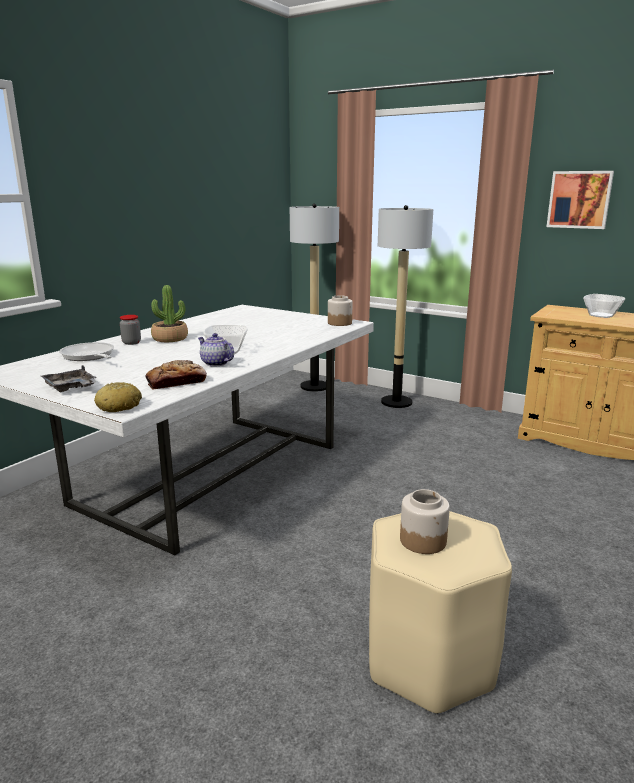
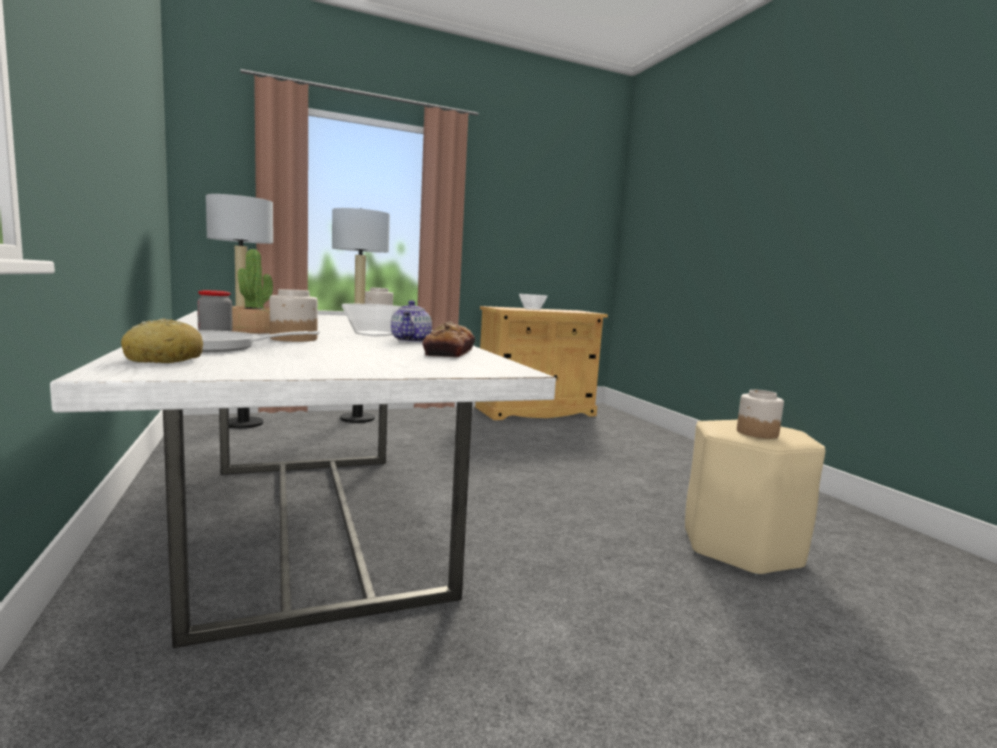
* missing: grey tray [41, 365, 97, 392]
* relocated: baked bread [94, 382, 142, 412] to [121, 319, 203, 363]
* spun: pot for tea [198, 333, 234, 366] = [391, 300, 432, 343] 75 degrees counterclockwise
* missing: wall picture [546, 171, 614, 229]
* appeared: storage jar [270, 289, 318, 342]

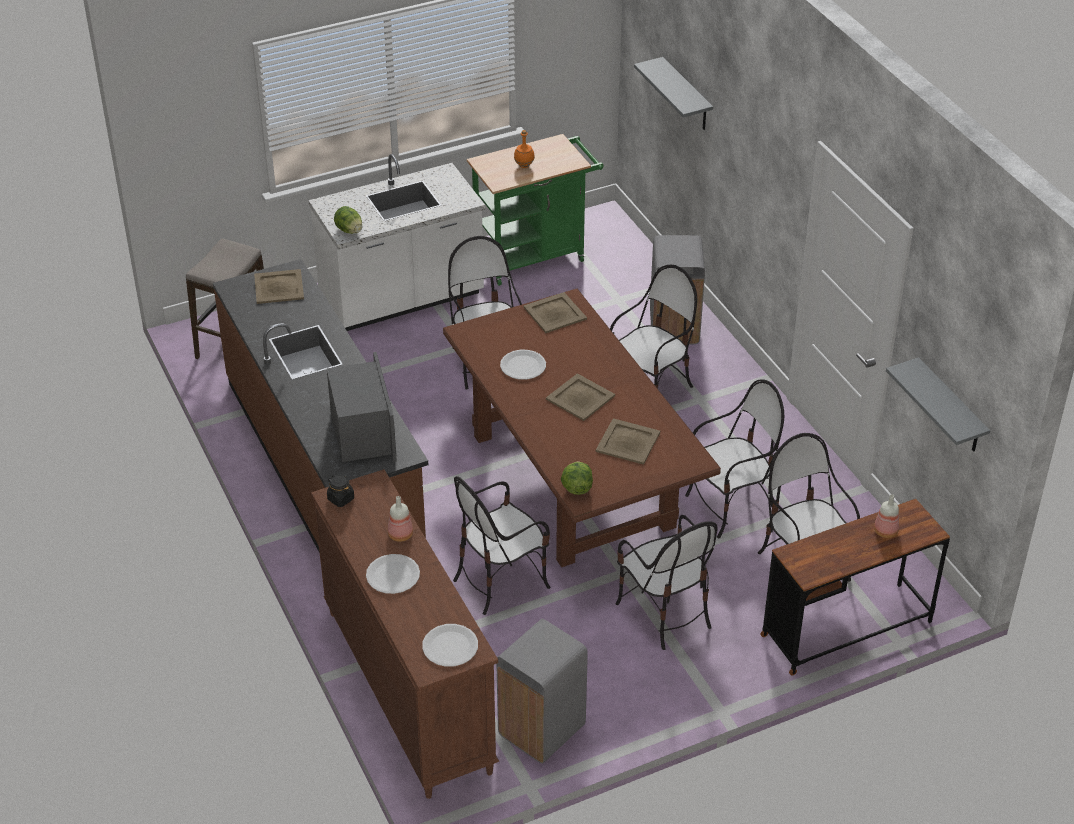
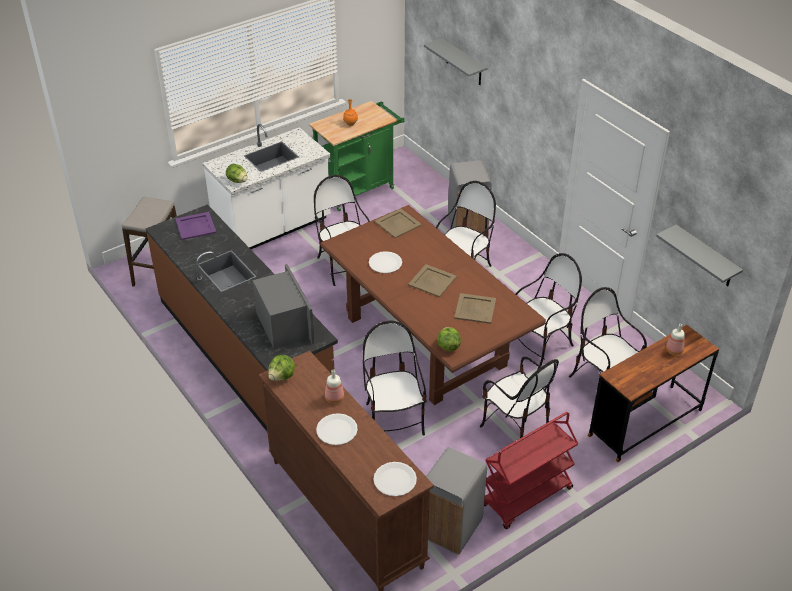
* colour: sand-coloured tray [254, 269, 304, 304] to purple tray [175, 212, 216, 240]
* exchanged: black-coloured storage jar [327, 475, 354, 507] to lettuce [268, 355, 295, 381]
* spun: plain chair [453, 476, 550, 615] = [363, 321, 427, 436] 120 degrees clockwise
* appeared: reddish trolley [484, 412, 578, 529]

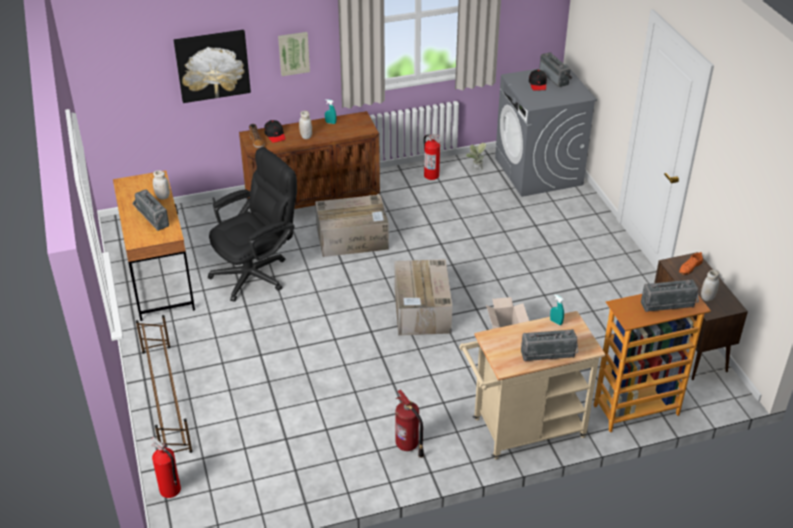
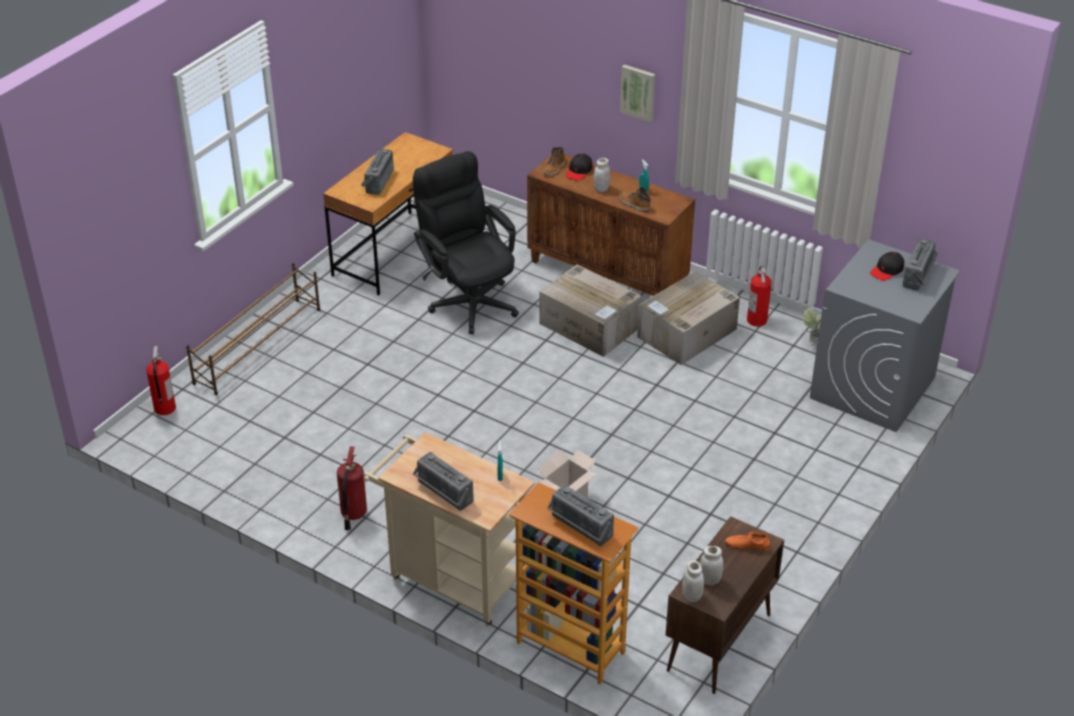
* relocated: whitish storage jar [153, 170, 170, 200] to [682, 560, 704, 602]
* missing: wall picture [174, 30, 251, 103]
* spun: black-coloured office chair [208, 147, 297, 302] = [413, 151, 519, 334] 135 degrees counterclockwise
* relocated: cardboard box [394, 259, 453, 336] to [637, 271, 740, 365]
* appeared: tall boot [619, 187, 651, 212]

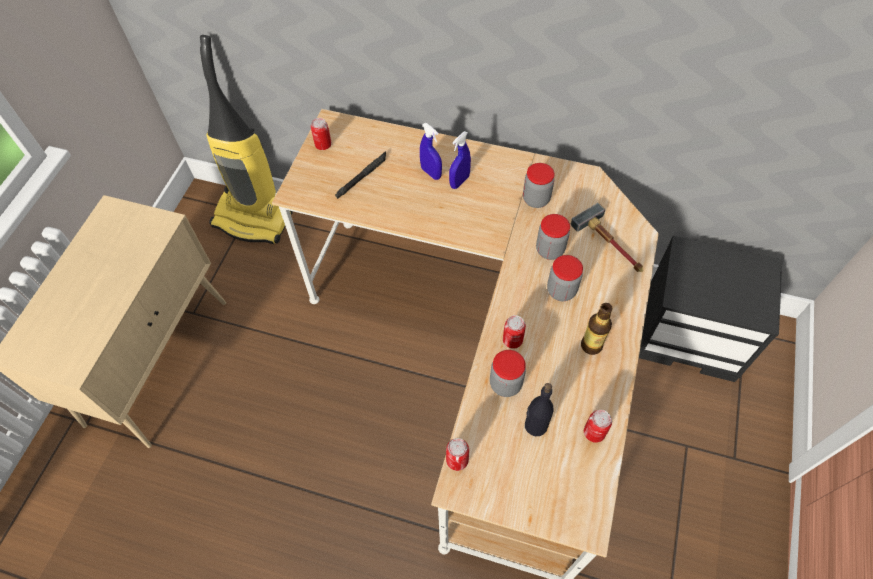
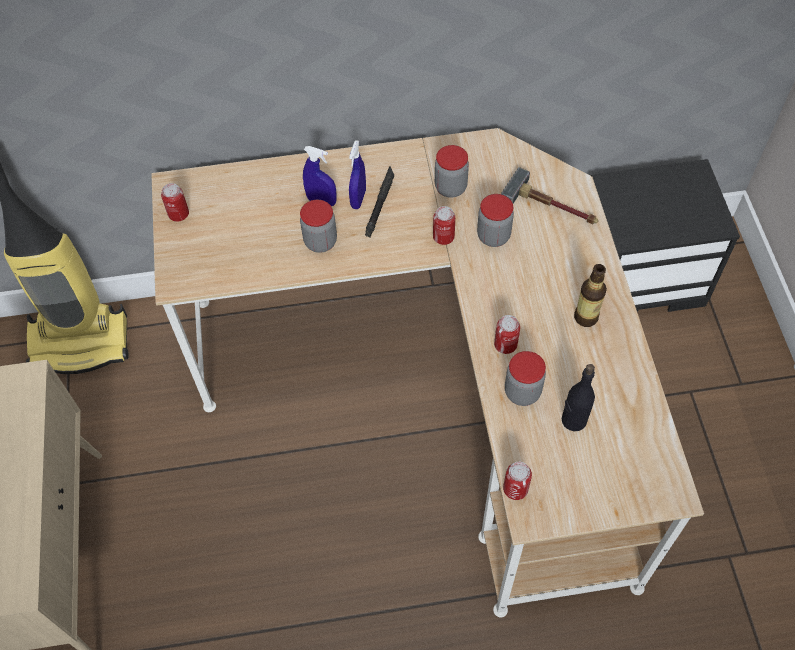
* relocated: black-coloured flashlight [335, 151, 386, 199] to [365, 166, 394, 238]
* relocated: storage jar [547, 255, 583, 301] to [300, 200, 337, 253]
* relocated: sealed can [584, 410, 612, 443] to [433, 206, 455, 245]

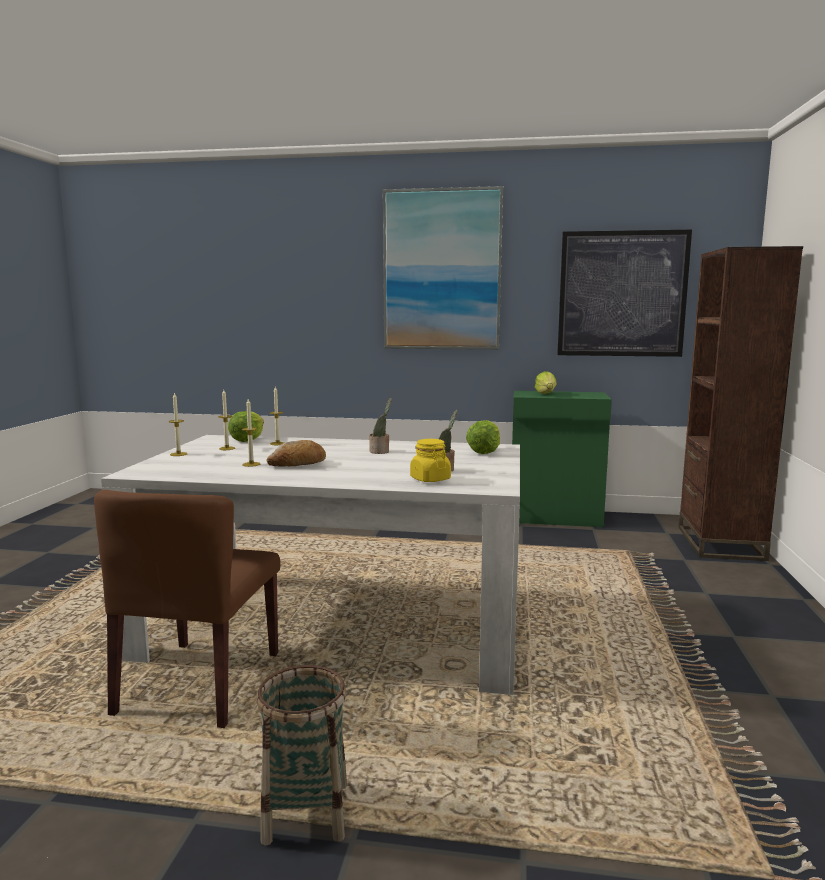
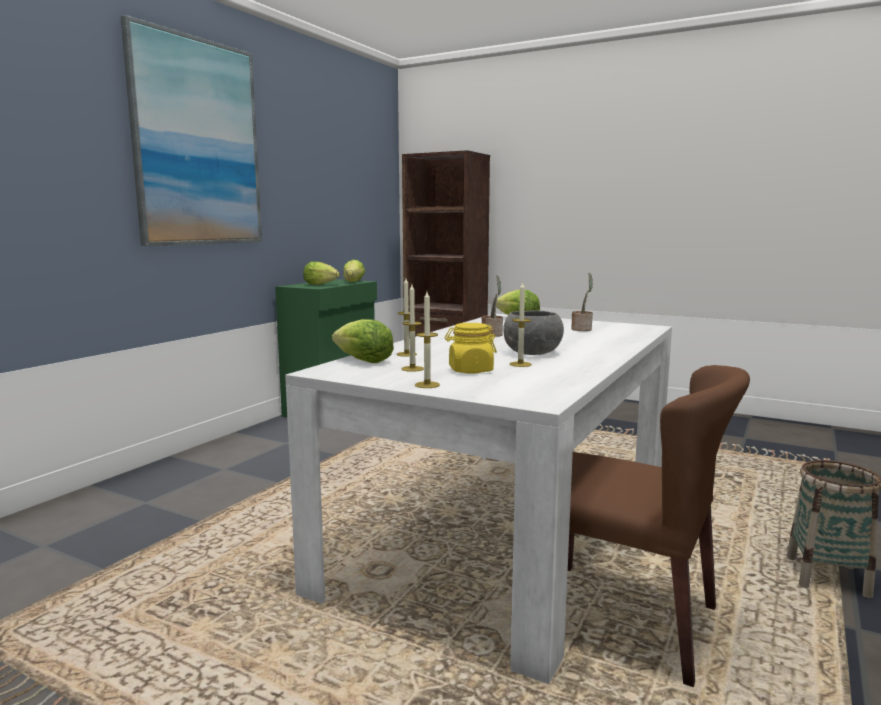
* exchanged: baked bread [267, 440, 326, 467] to grey bowl [503, 310, 564, 355]
* relocated: yellow-coloured storage jar [410, 439, 451, 482] to [445, 323, 497, 373]
* missing: wall picture [557, 230, 692, 357]
* appeared: lettuce [343, 260, 365, 282]

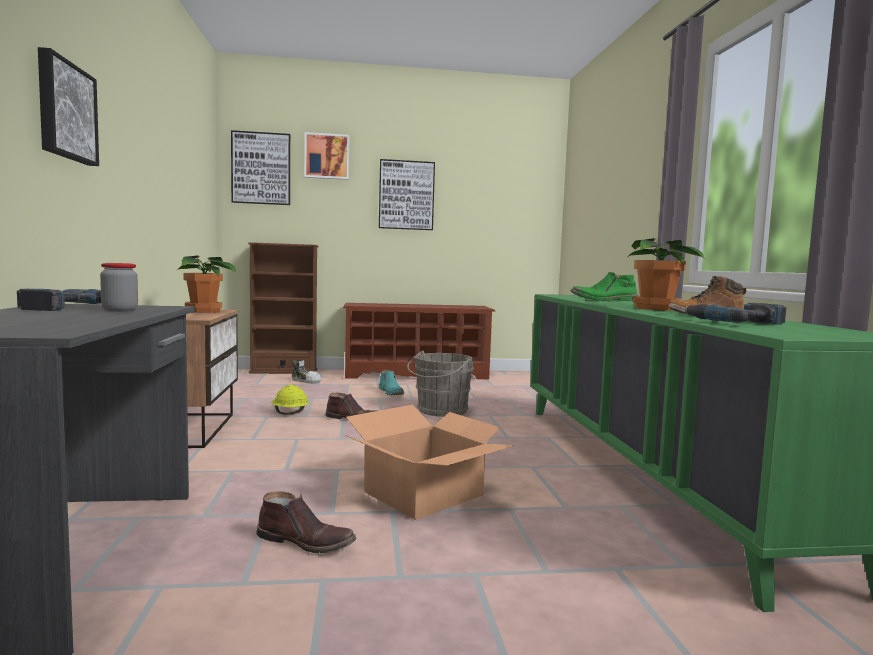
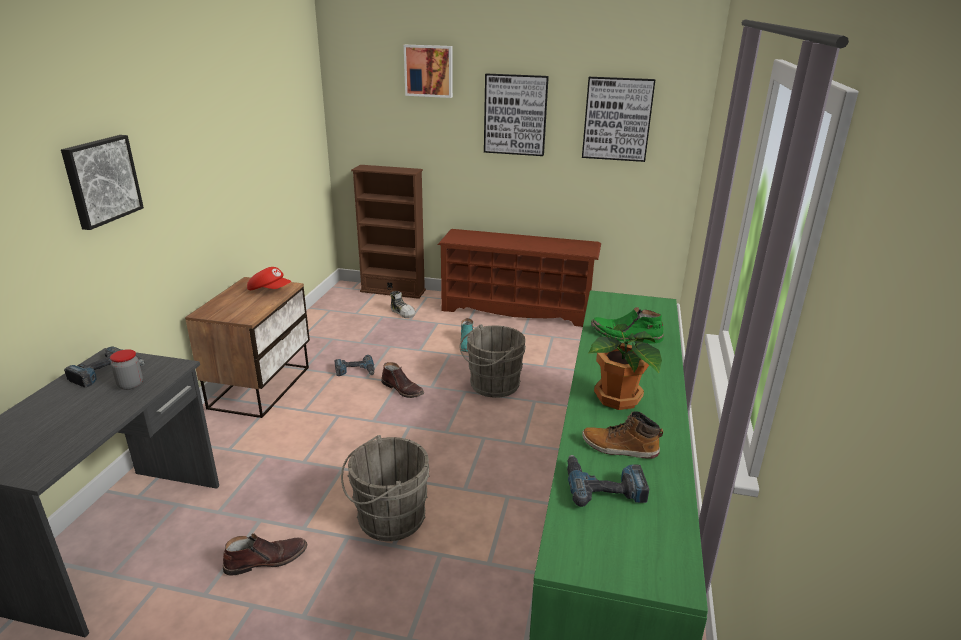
* exchanged: potted plant [177, 255, 236, 313] to reddish baseball cap [247, 267, 291, 290]
* relocated: wall picture [231, 130, 290, 205] to [582, 77, 655, 162]
* spun: brown tall boot [256, 491, 356, 553] = [223, 533, 307, 575] 60 degrees counterclockwise
* exchanged: yellow-coloured safety helmet [271, 385, 309, 415] to electric drill [334, 355, 374, 376]
* exchanged: cardboard box [345, 405, 515, 520] to grey bucket [341, 435, 429, 541]

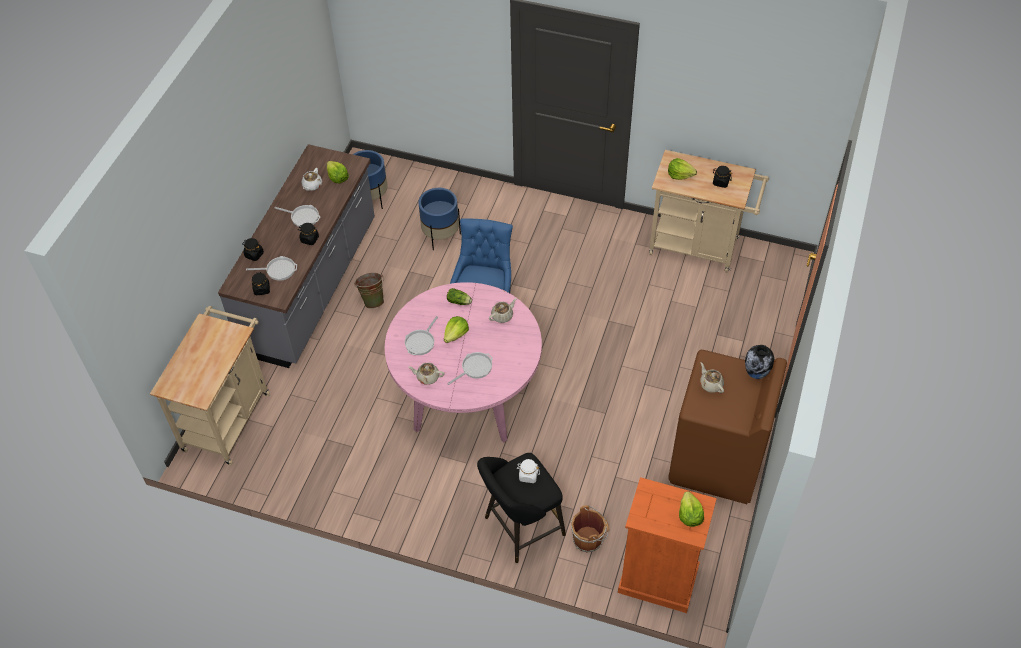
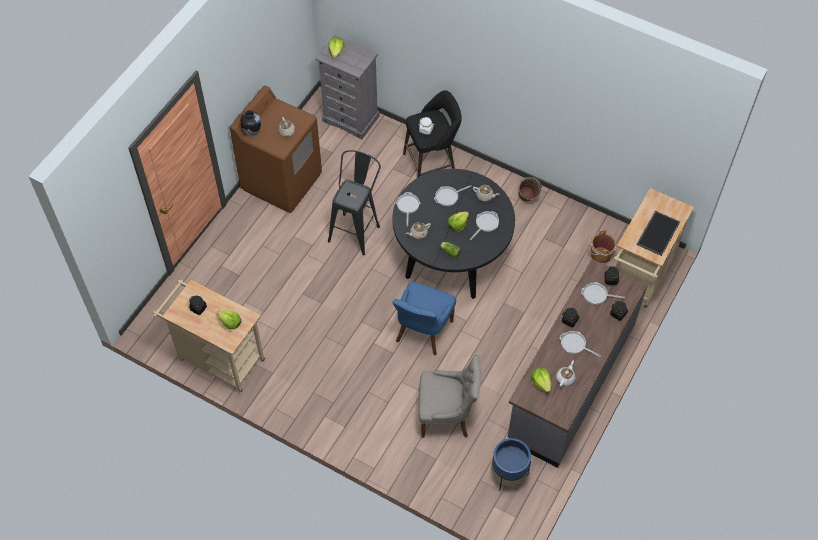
* relocated: green-coloured bucket [354, 273, 384, 309] to [518, 177, 542, 202]
* colour: pink dinner table [385, 282, 542, 443] to black-coloured dinner table [393, 169, 515, 299]
* exchanged: bluish plant pot [419, 188, 461, 251] to grey plain chair [418, 355, 482, 438]
* relocated: brown bucket [571, 505, 609, 553] to [588, 230, 616, 264]
* colour: orangey chest of drawers [618, 477, 717, 613] to grey chest of drawers [316, 35, 379, 139]
* appeared: black-coloured stool [328, 150, 381, 255]
* appeared: skillet [396, 192, 420, 227]
* appeared: tray [636, 211, 680, 256]

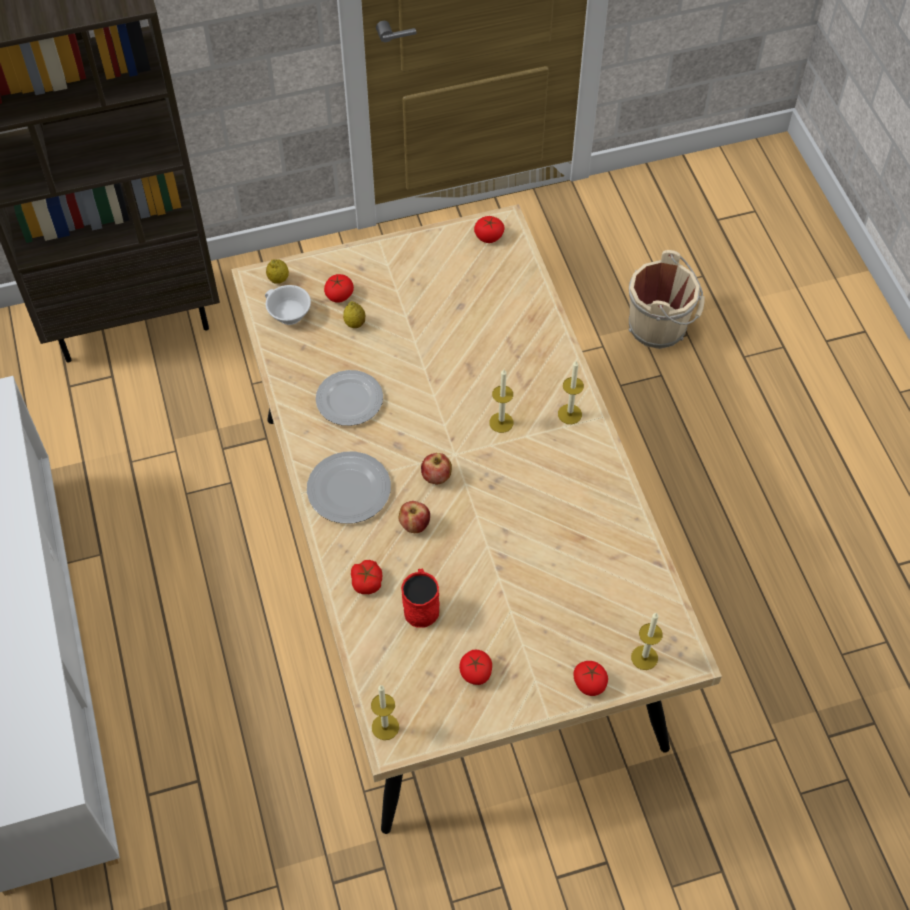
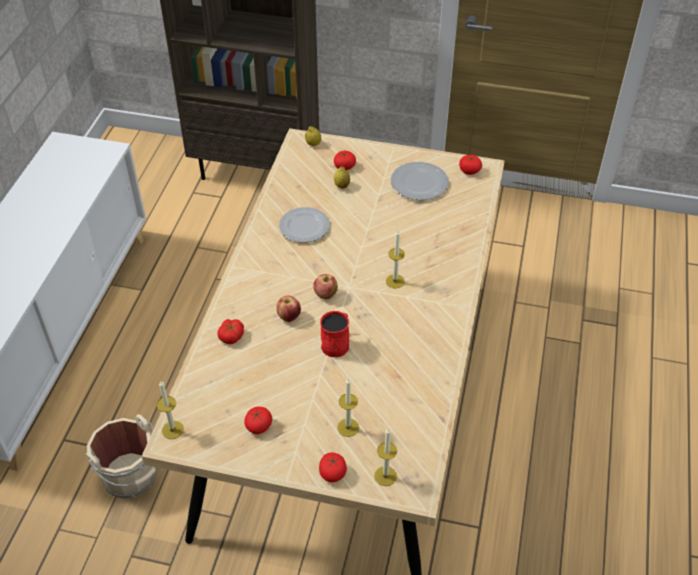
* missing: whitish small cup [265, 285, 311, 325]
* relocated: dinner plate [307, 451, 391, 524] to [391, 162, 449, 200]
* relocated: reddish mug [401, 569, 440, 628] to [320, 311, 349, 357]
* relocated: wax candle [558, 361, 584, 424] to [337, 378, 359, 437]
* relocated: sand-coloured bucket [629, 250, 705, 349] to [86, 414, 156, 499]

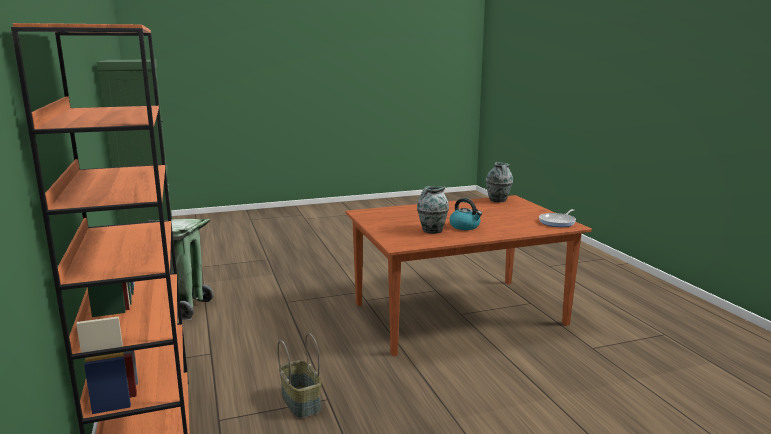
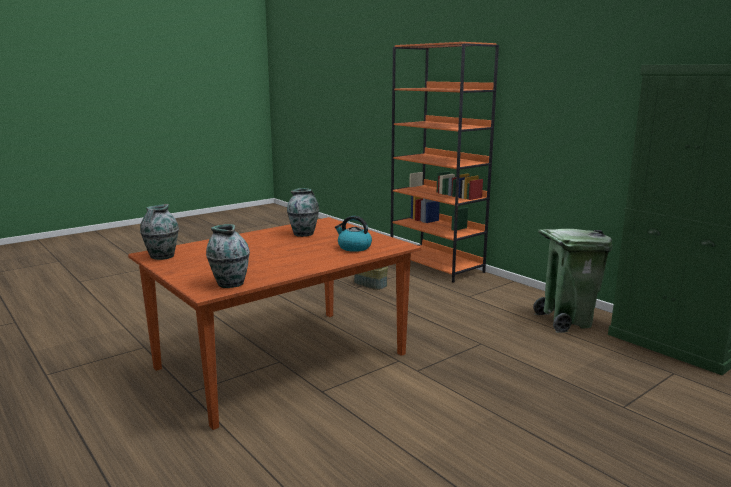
* relocated: water kettle [450, 198, 482, 230] to [335, 216, 372, 252]
* exchanged: skillet [539, 209, 576, 227] to flower vase [140, 204, 179, 260]

